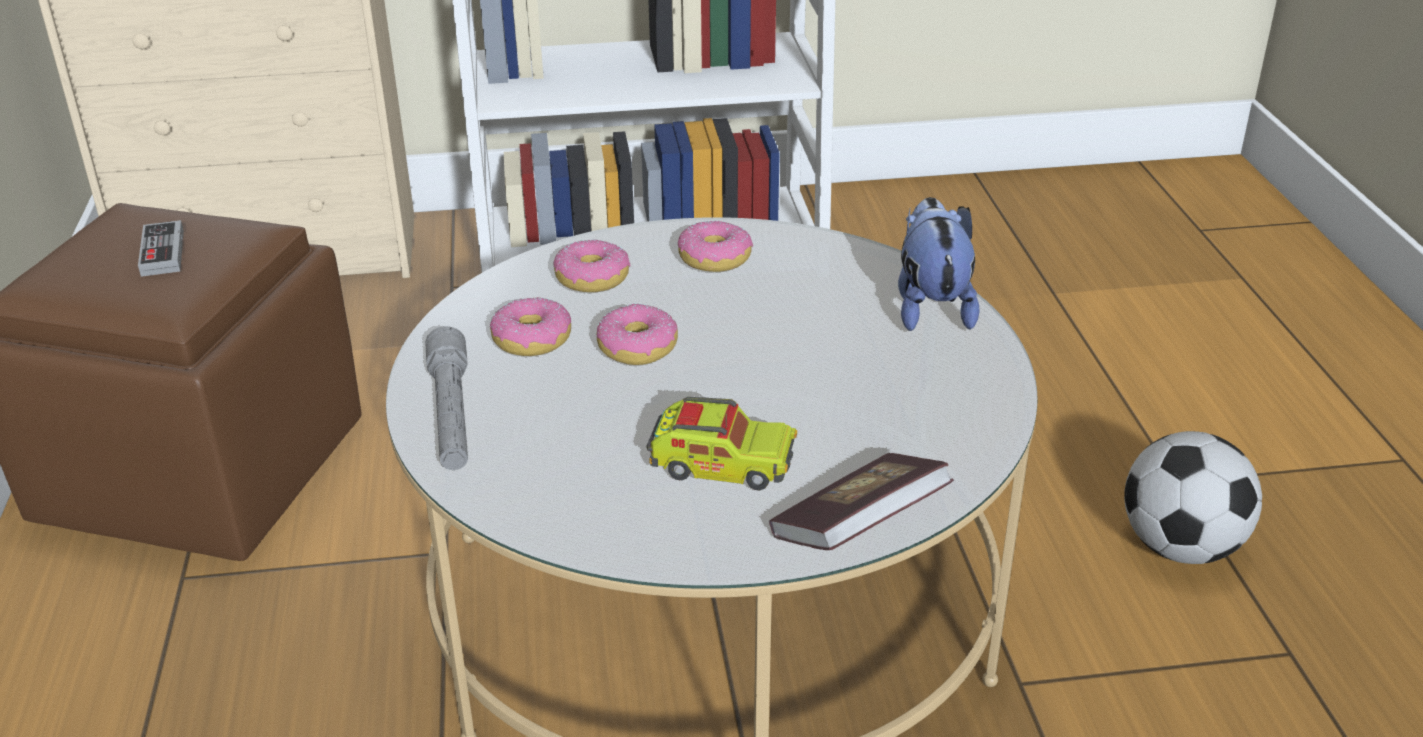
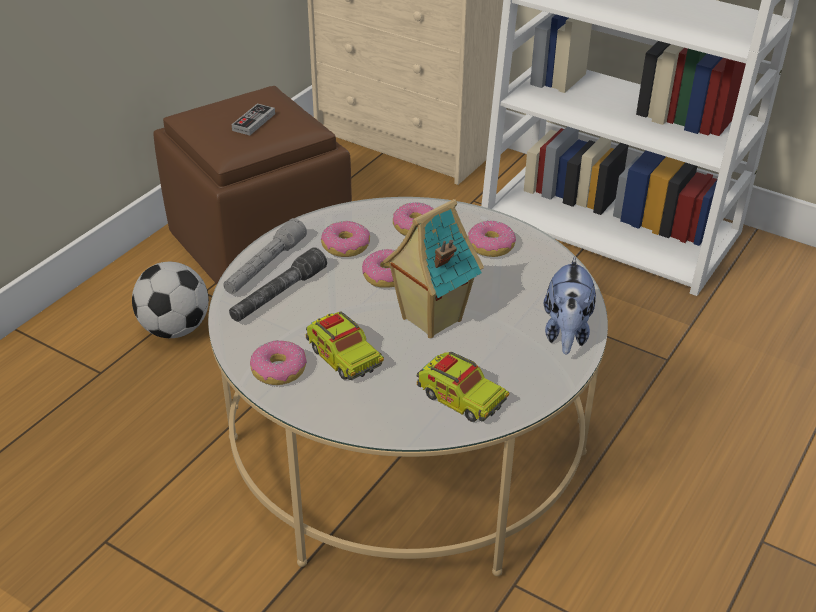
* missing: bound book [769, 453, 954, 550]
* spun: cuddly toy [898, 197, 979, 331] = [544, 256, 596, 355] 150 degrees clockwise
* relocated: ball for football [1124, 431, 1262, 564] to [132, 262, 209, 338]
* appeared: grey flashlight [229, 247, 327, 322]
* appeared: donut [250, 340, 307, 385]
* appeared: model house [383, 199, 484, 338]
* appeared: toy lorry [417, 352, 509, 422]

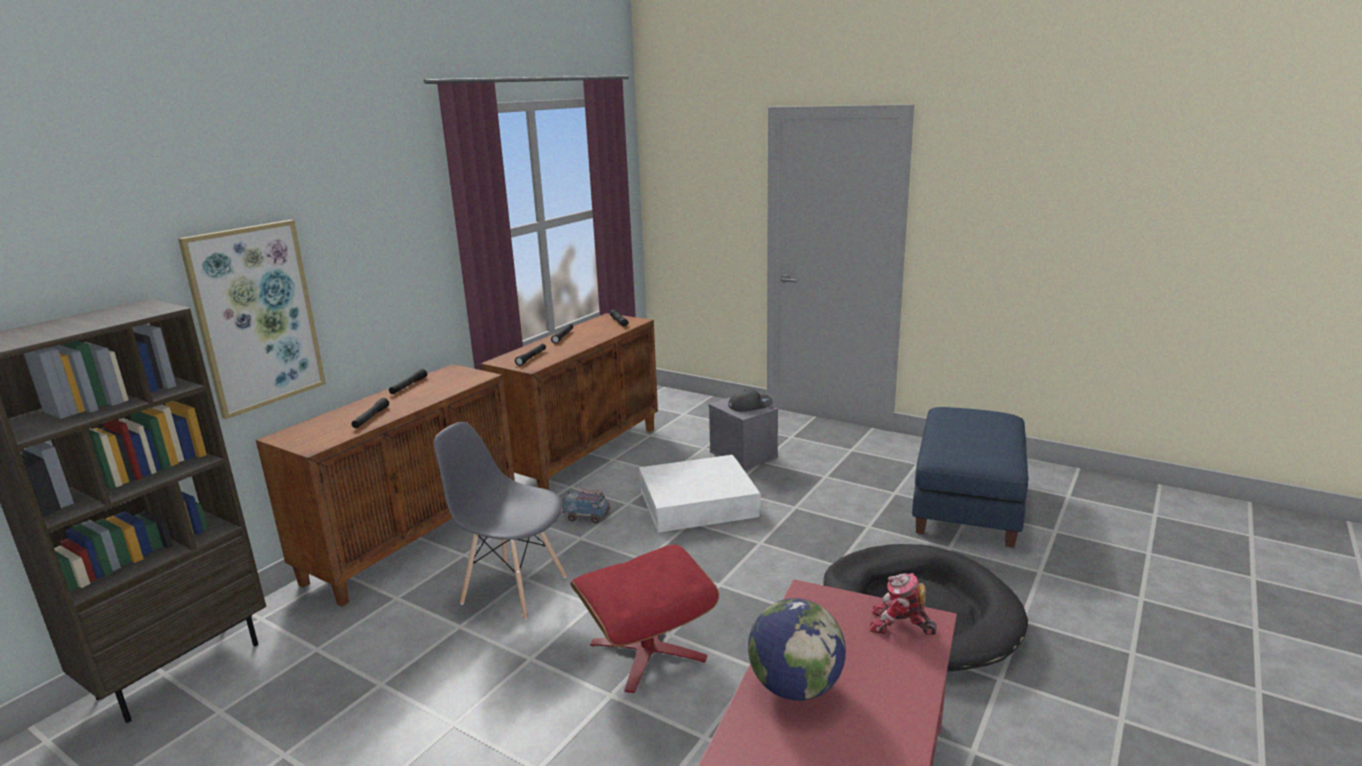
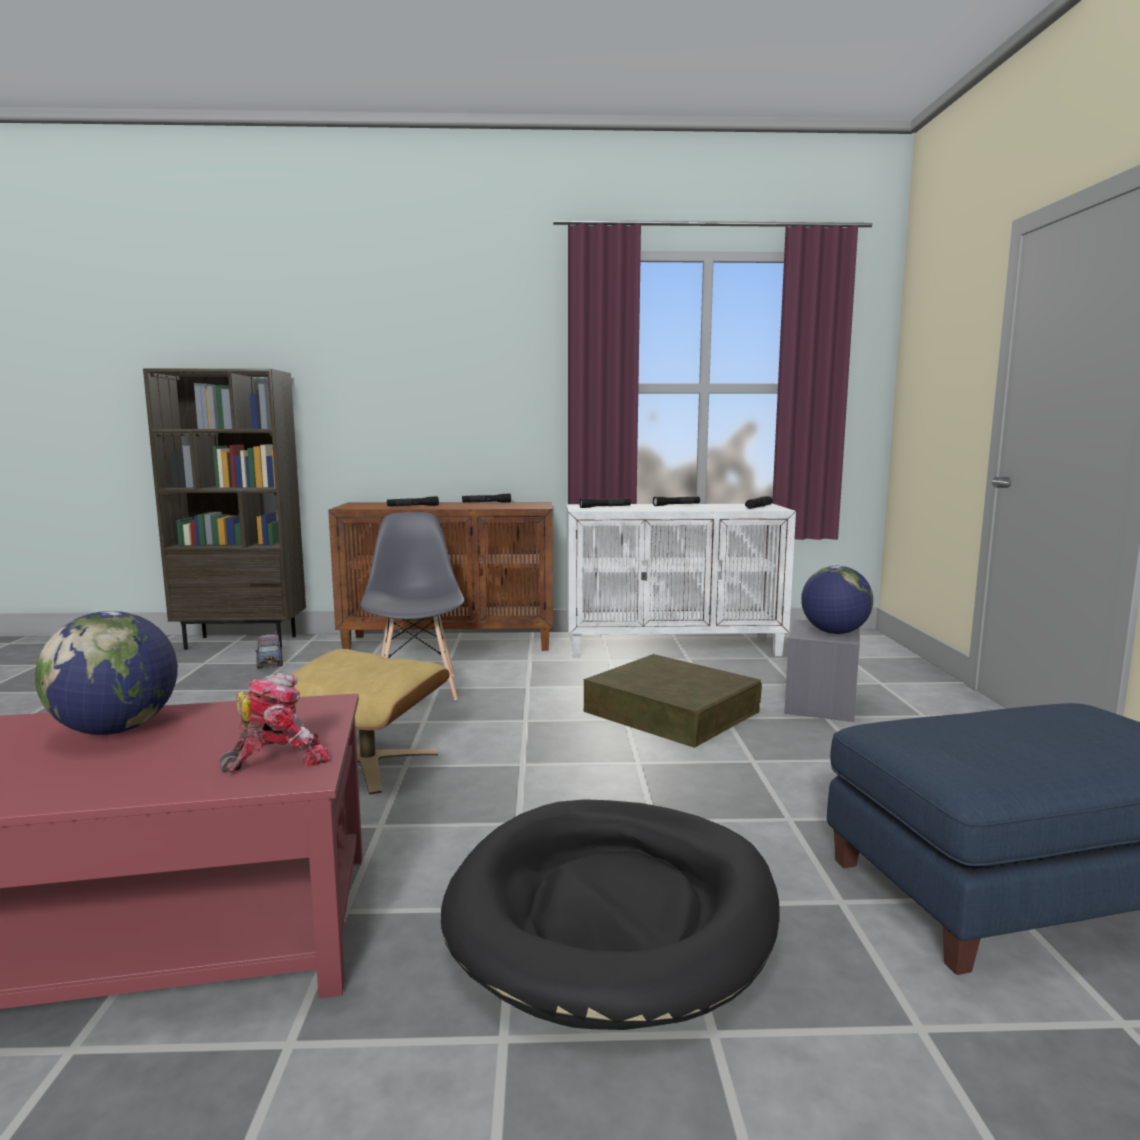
* missing: wall picture [178, 220, 326, 419]
* colour: brown cupboard [481, 313, 658, 490] to whitish cupboard [566, 504, 796, 658]
* relocated: toy lorry [562, 489, 610, 524] to [255, 633, 283, 669]
* colour: reddish pouffe [570, 545, 719, 693] to sand-coloured pouffe [291, 649, 450, 795]
* colour: whitish storage container [639, 455, 761, 533] to brown storage container [583, 654, 762, 748]
* exchanged: grey baseball cap [728, 388, 773, 412] to world globe [801, 566, 873, 634]
* spun: robot figure [870, 573, 937, 635] = [220, 673, 331, 773] 75 degrees clockwise

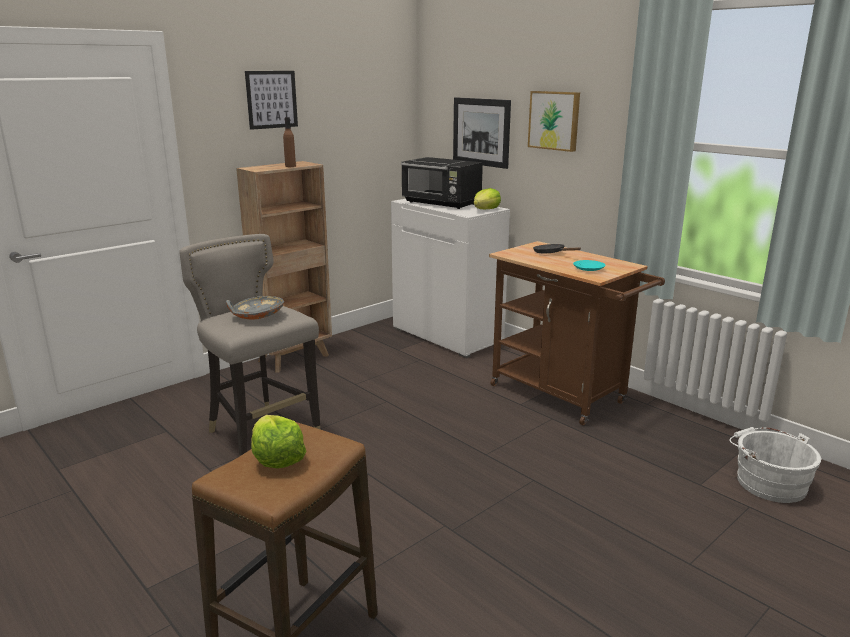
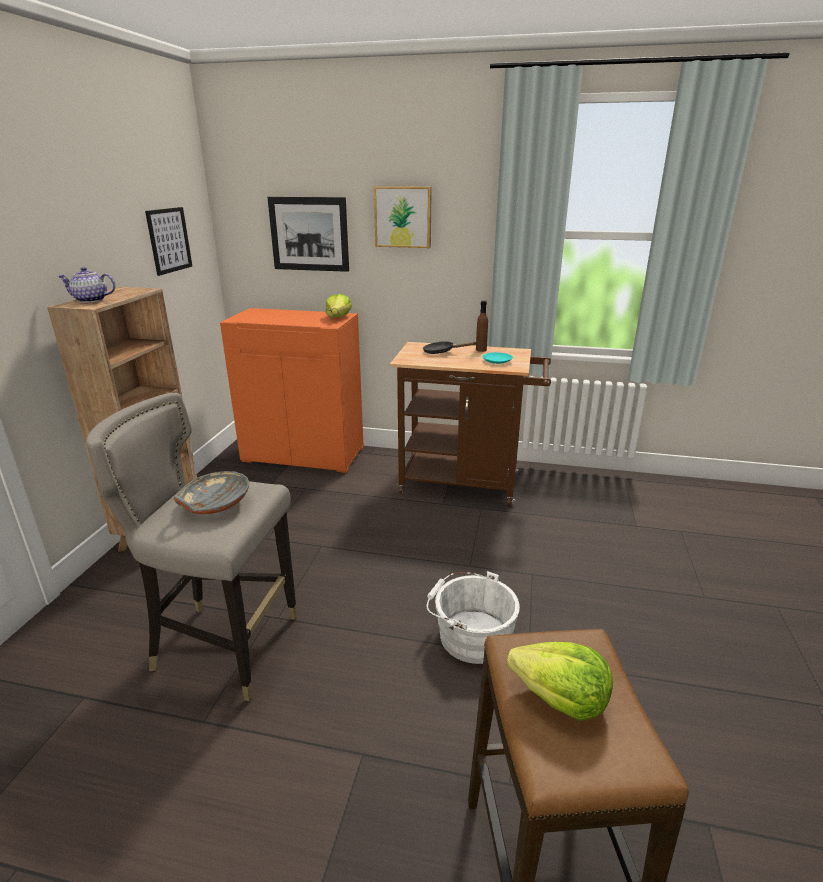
* relocated: wall picture [245, 71, 298, 130] to [145, 207, 192, 276]
* relocated: brown drink bottle [283, 117, 296, 167] to [476, 301, 488, 352]
* colour: whitish cupboard [391, 199, 510, 358] to orangey cupboard [220, 308, 364, 473]
* missing: black-coloured microwave oven [401, 157, 483, 209]
* relocated: whitish bucket [729, 427, 821, 503] to [427, 571, 520, 664]
* appeared: pot for tea [58, 267, 116, 303]

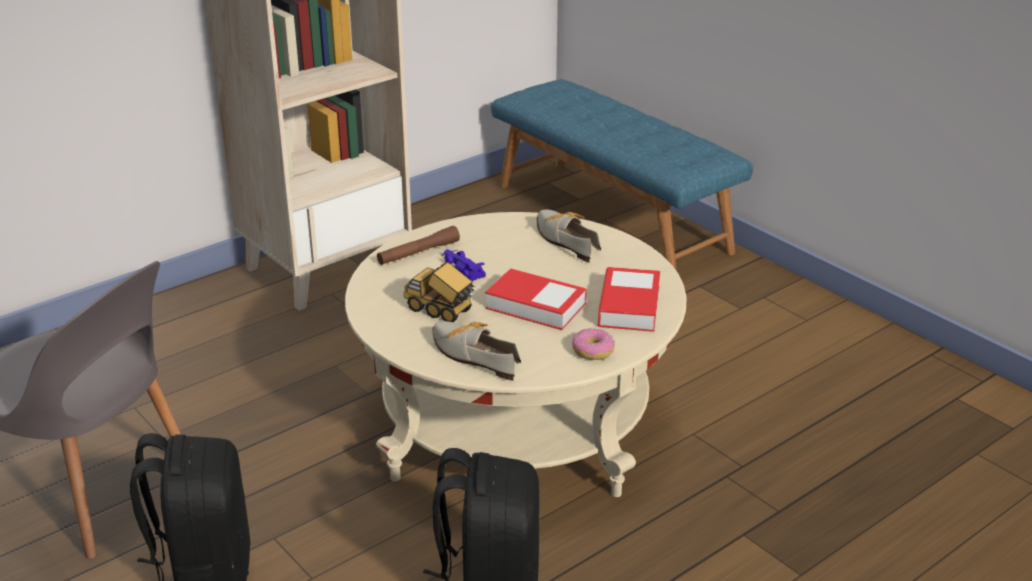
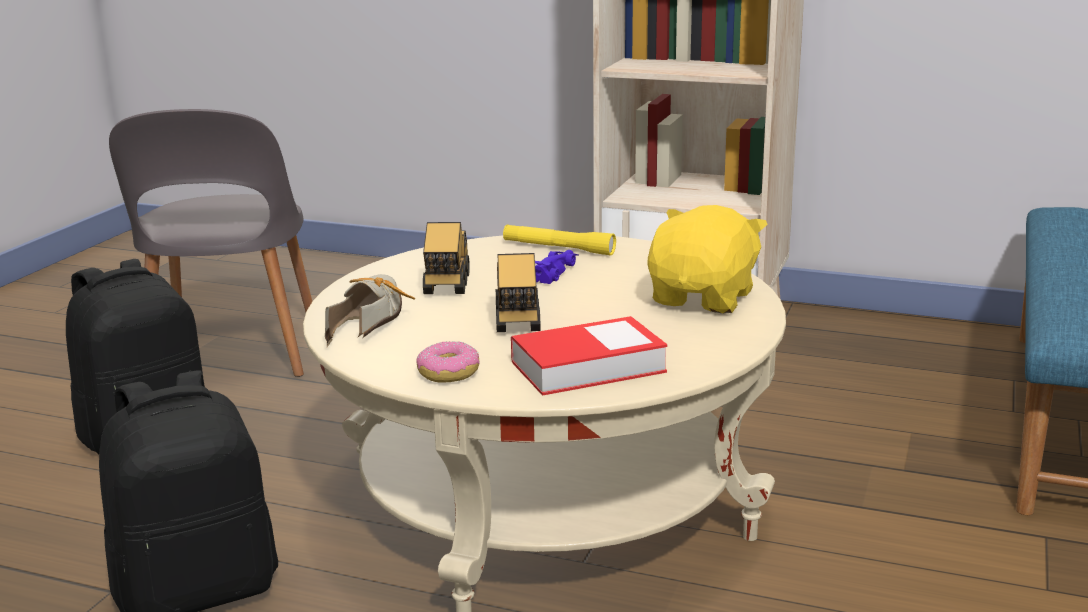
* colour: brown flashlight [377, 226, 460, 265] to yellow-coloured flashlight [503, 224, 616, 256]
* exchanged: bound book [485, 268, 587, 330] to toy lorry [496, 253, 540, 332]
* exchanged: low shoe [537, 209, 601, 263] to yellow-coloured cuddly toy [647, 205, 768, 313]

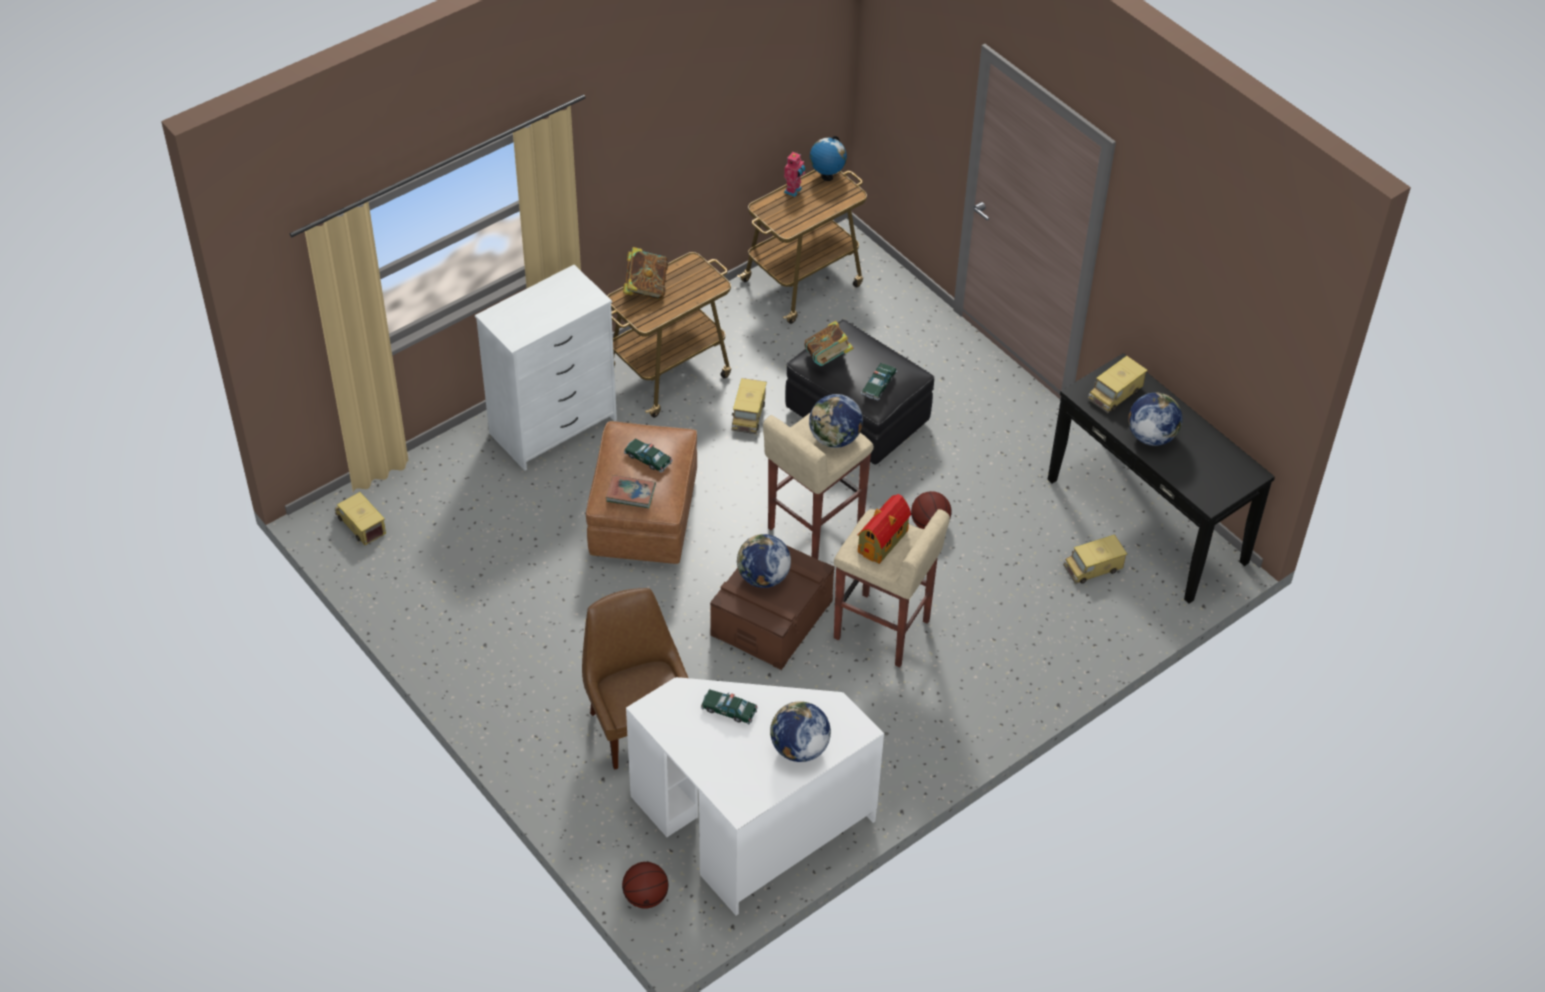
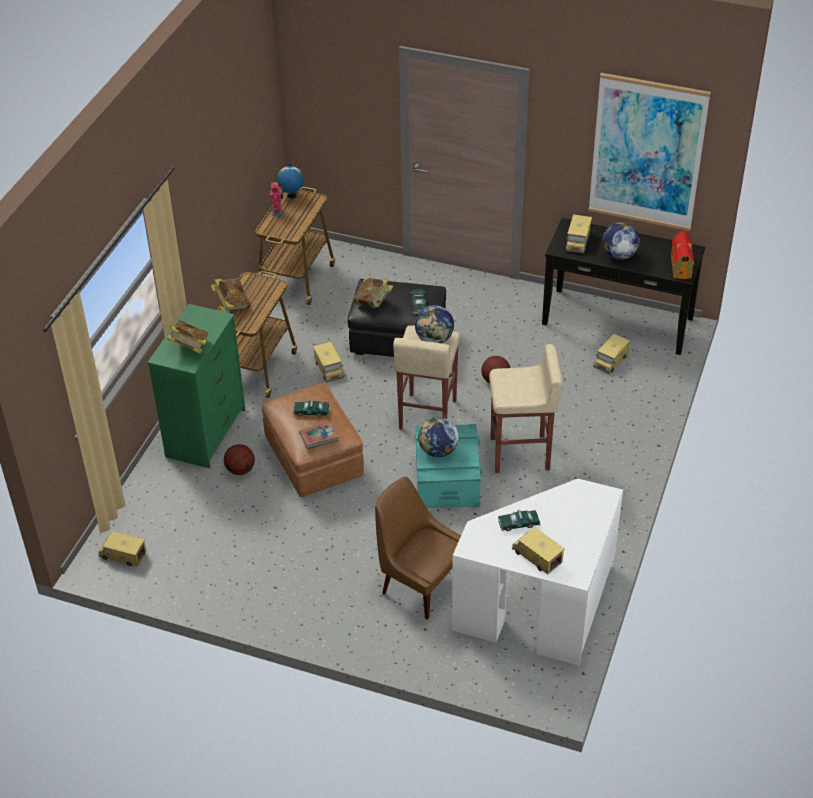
* colour: whitish chest of drawers [475, 265, 617, 471] to green-coloured chest of drawers [147, 304, 245, 469]
* relocated: ball for basketball [622, 862, 668, 909] to [224, 444, 255, 475]
* colour: brown storage container [710, 545, 835, 670] to turquoise-coloured storage container [415, 424, 483, 508]
* missing: world globe [770, 701, 831, 762]
* relocated: model house [857, 494, 911, 564] to [671, 231, 695, 279]
* appeared: bound book [167, 320, 209, 354]
* appeared: toy lorry [512, 527, 565, 574]
* appeared: wall picture [588, 73, 711, 231]

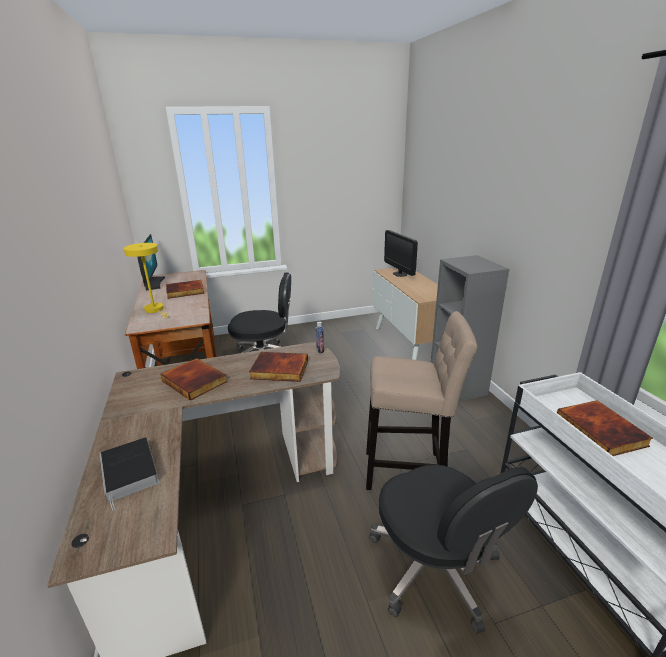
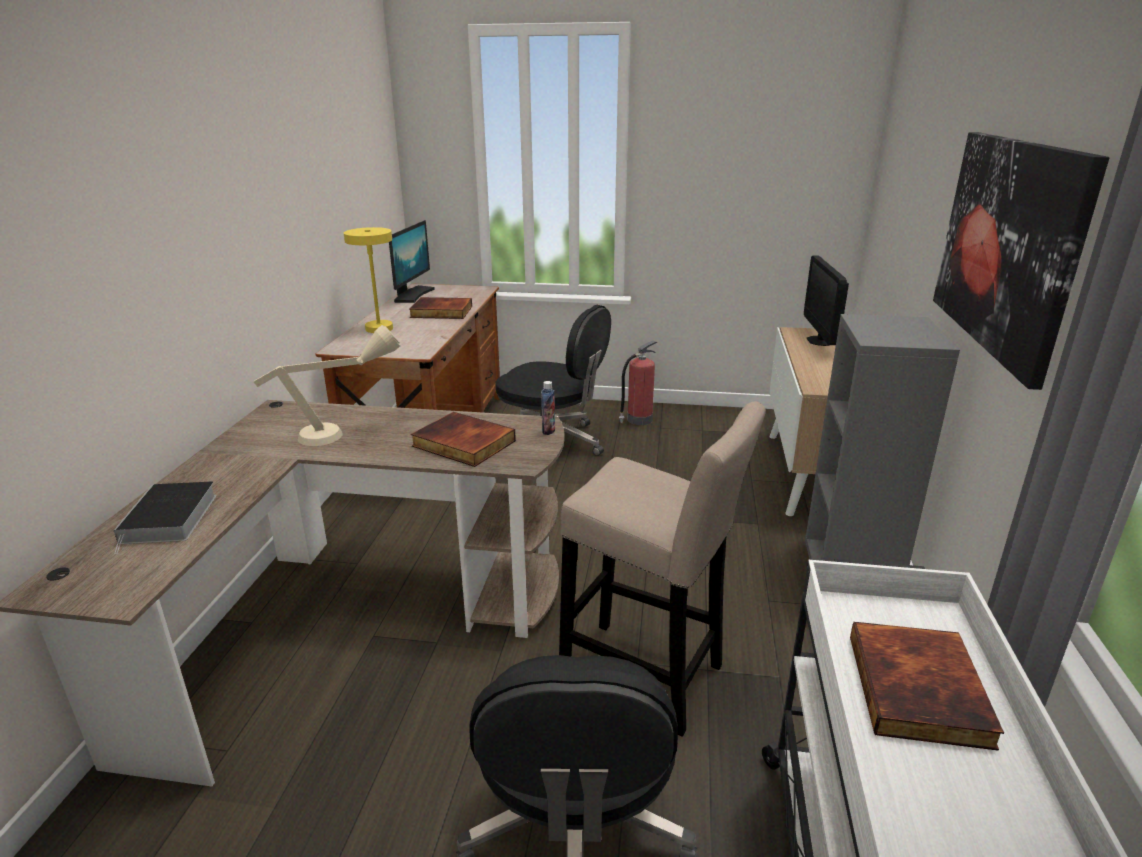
* exchanged: bound book [160, 358, 227, 401] to sand-coloured lamp for a table [253, 325, 400, 446]
* appeared: fire-fighting cylinder [619, 341, 657, 425]
* appeared: wall picture [933, 132, 1109, 390]

